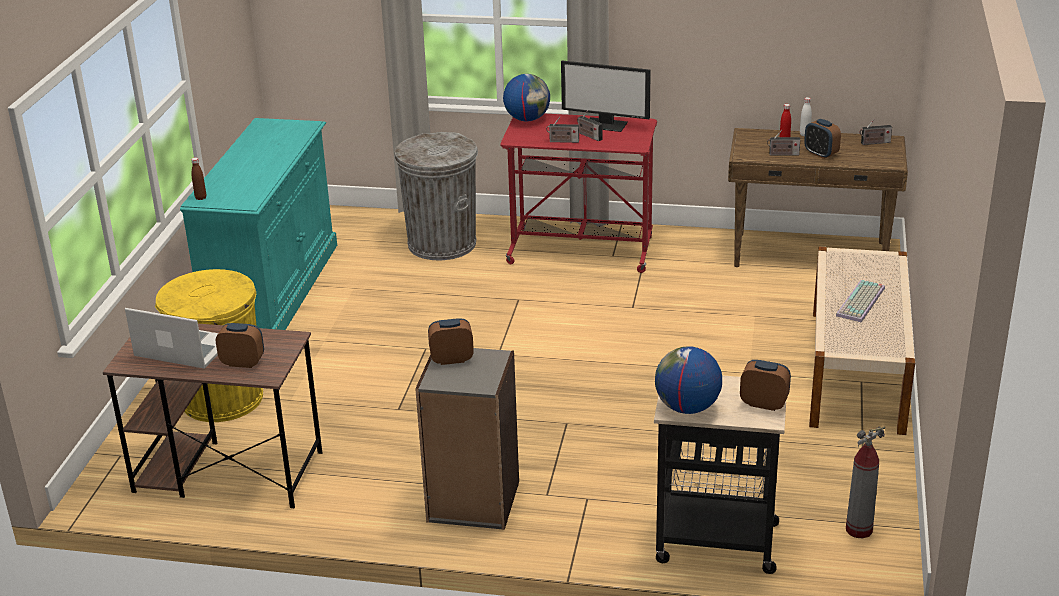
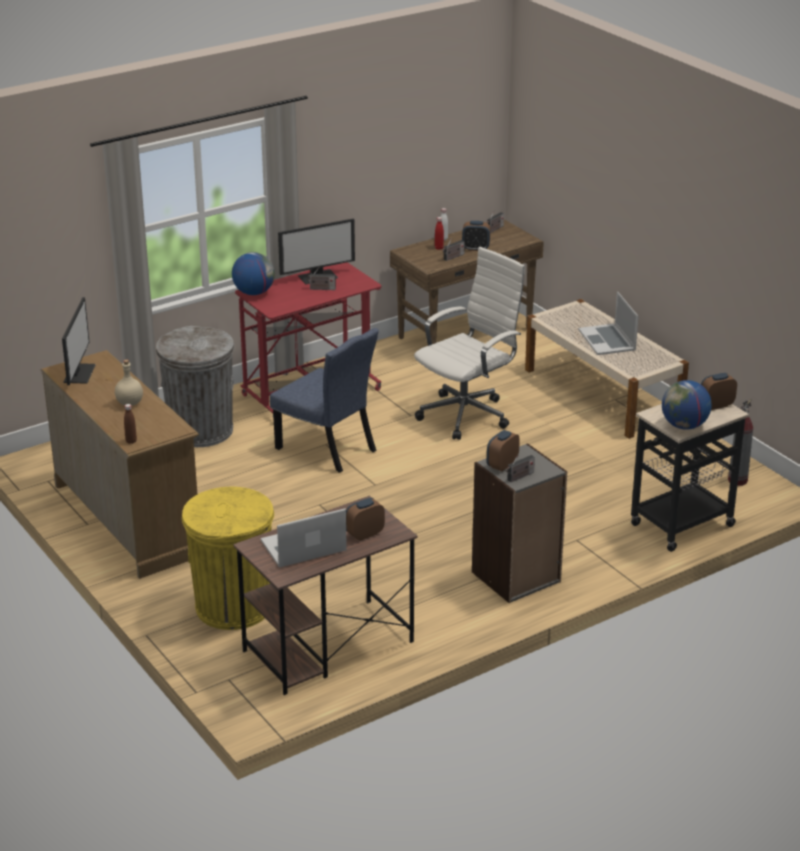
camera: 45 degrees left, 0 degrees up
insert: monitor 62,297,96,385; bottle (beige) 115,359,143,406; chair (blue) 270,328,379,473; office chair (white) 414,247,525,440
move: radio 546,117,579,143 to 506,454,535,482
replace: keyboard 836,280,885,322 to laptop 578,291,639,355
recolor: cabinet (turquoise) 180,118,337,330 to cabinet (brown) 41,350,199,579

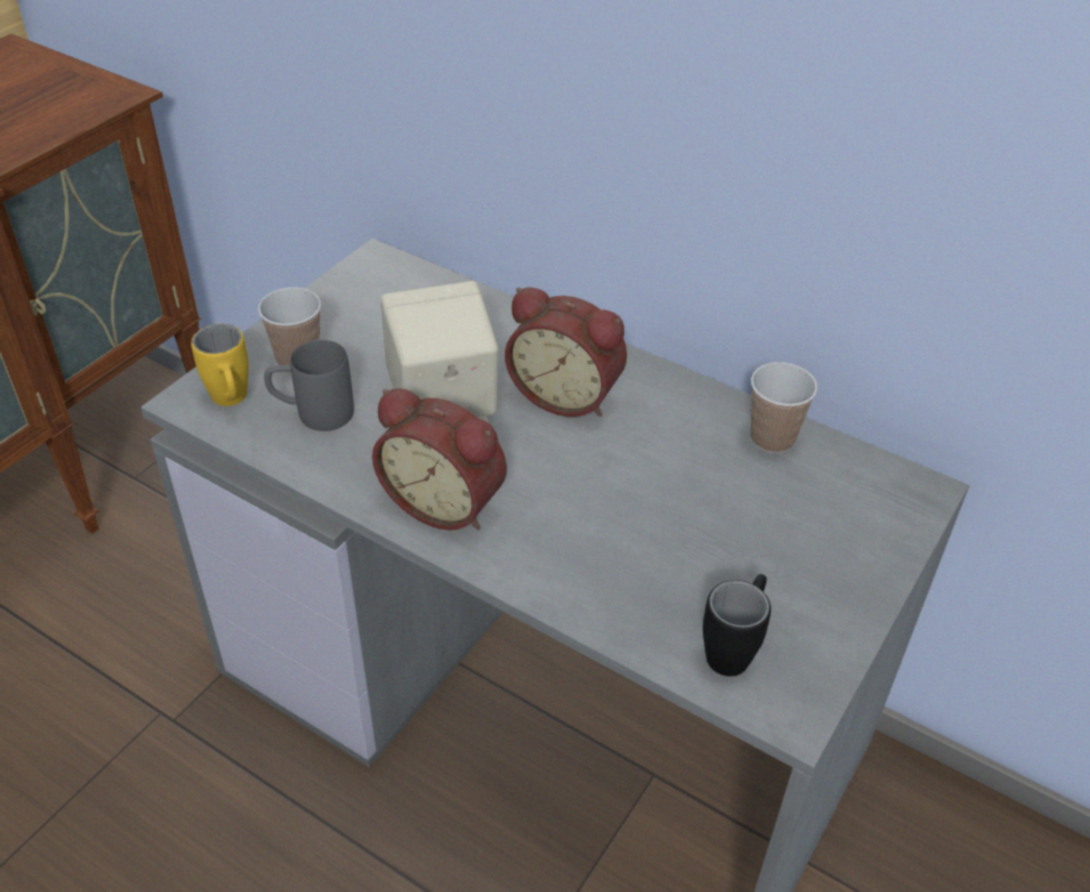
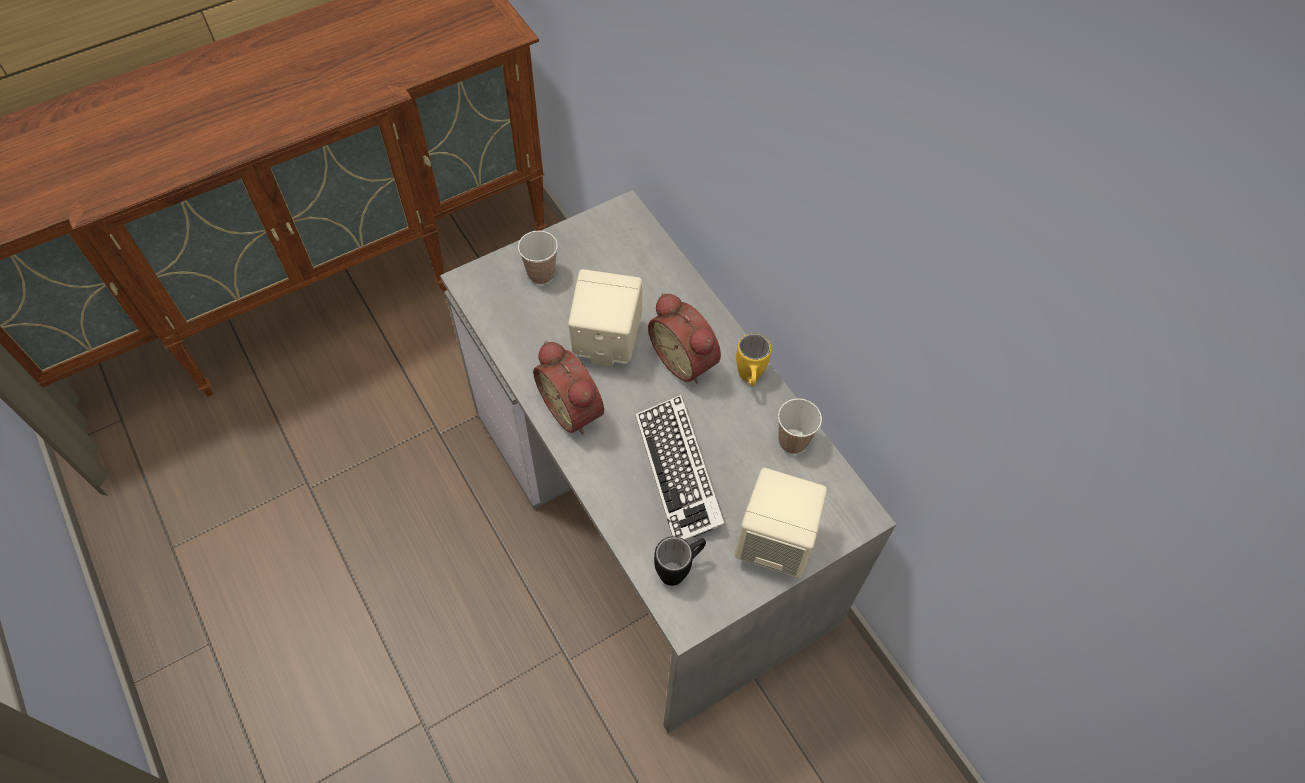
camera: 25 degrees right, 15 degrees up
delete: mug (grey) 264,340,354,431
insert: keyboard 636,395,726,541; speaker (beige) 734,468,827,578
move: mug (yellow) 191,324,249,406 to 736,333,771,386

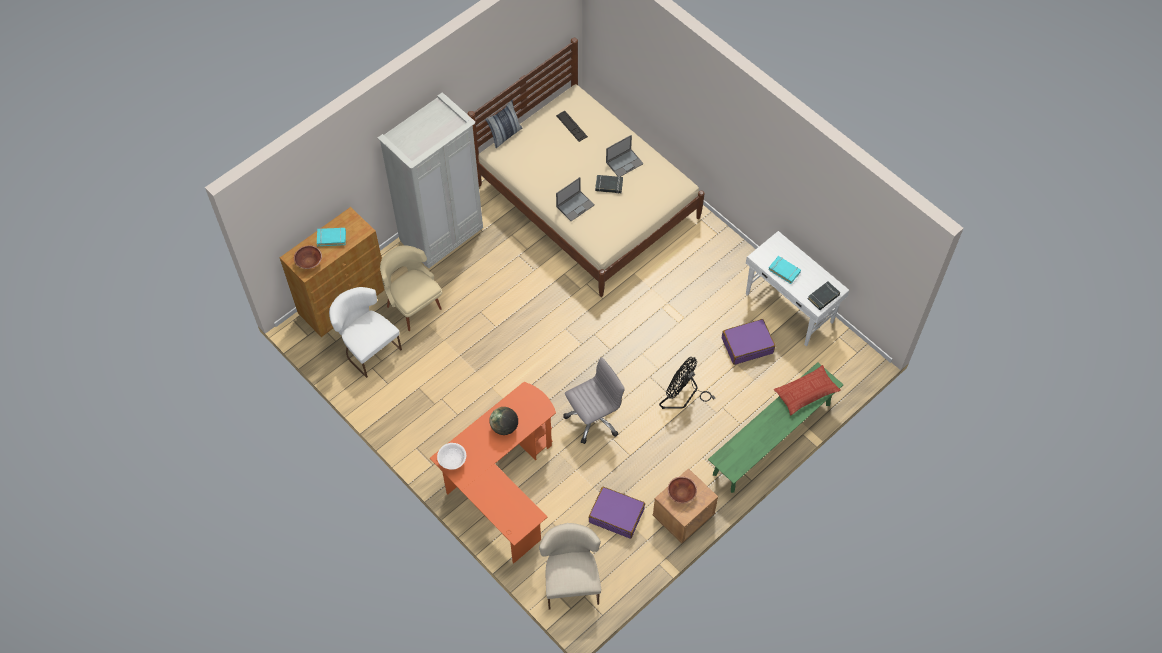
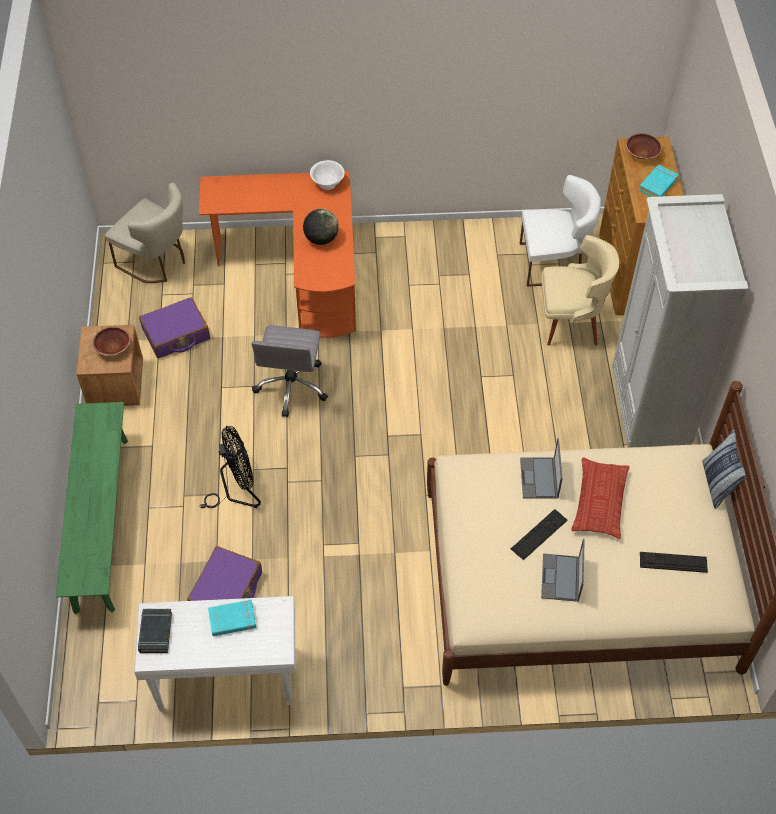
camera: 130 degrees right, 5 degrees down
move: pillow 774,365,841,415 to 571,457,630,539
replace: book (black) 595,175,623,193 to keyboard 511,509,568,560

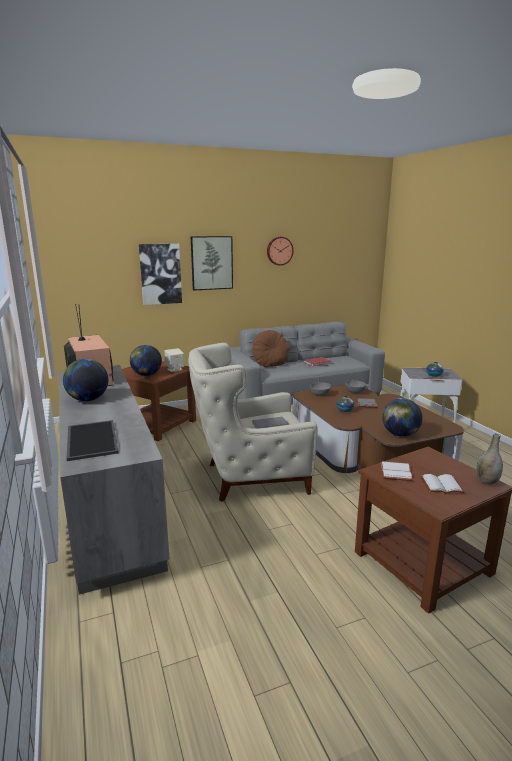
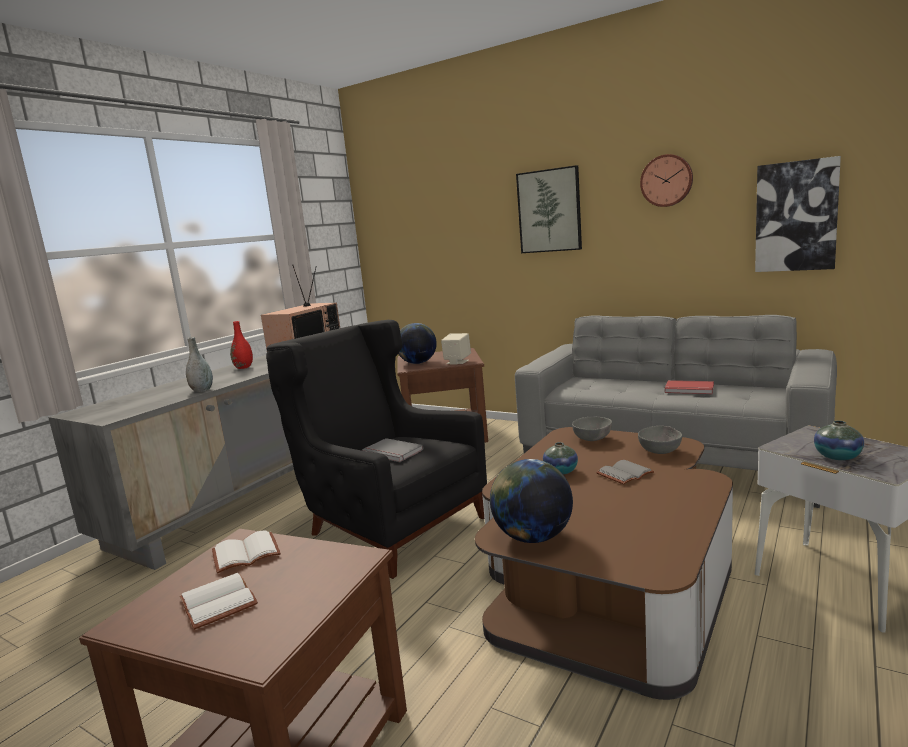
camera: 55 degrees right, 5 degrees down
delete: tray 67,420,119,461; pillow (brown) 252,330,290,367
move: picture 139,244,182,305 to 755,156,841,272; vase (grey) 476,433,503,485 to 186,337,213,392
replace: globe 63,359,108,401 to vase (red) 230,321,253,369
recolor: armchair (beige) 188,343,318,502 to armchair (black) 266,320,487,579

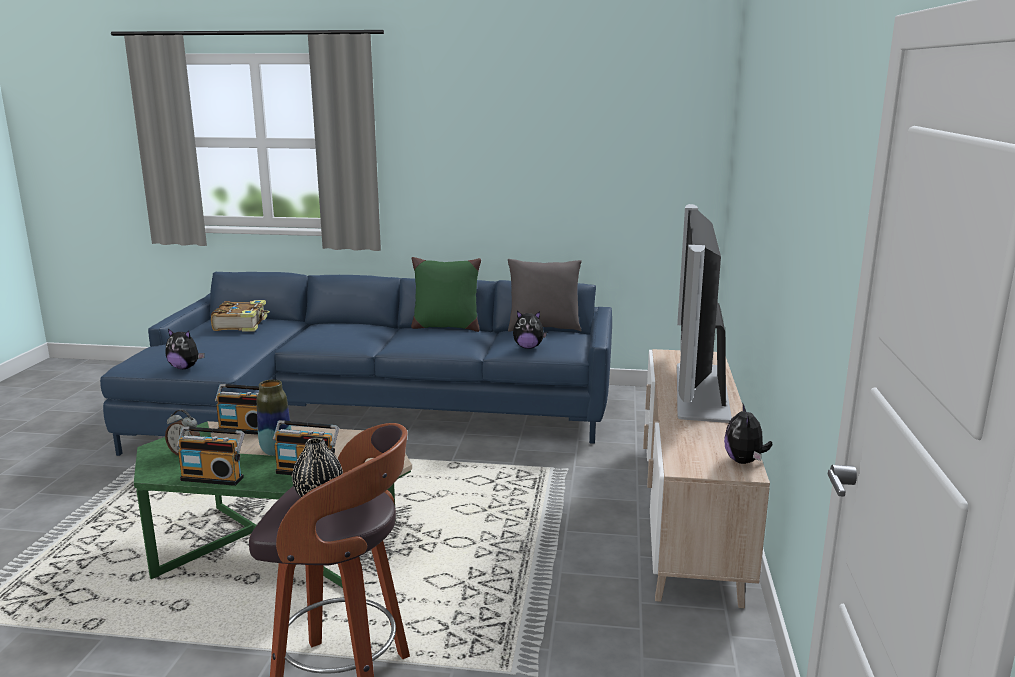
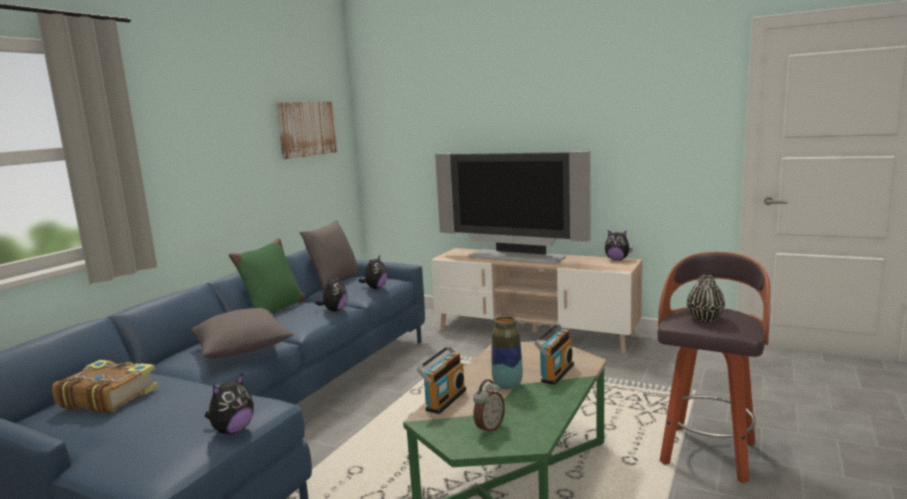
camera: 70 degrees left, 5 degrees down
delete: radio 177,426,245,486
insert: pillow (grey) 191,308,294,358; picture 276,101,338,159; plush toy 315,274,348,312

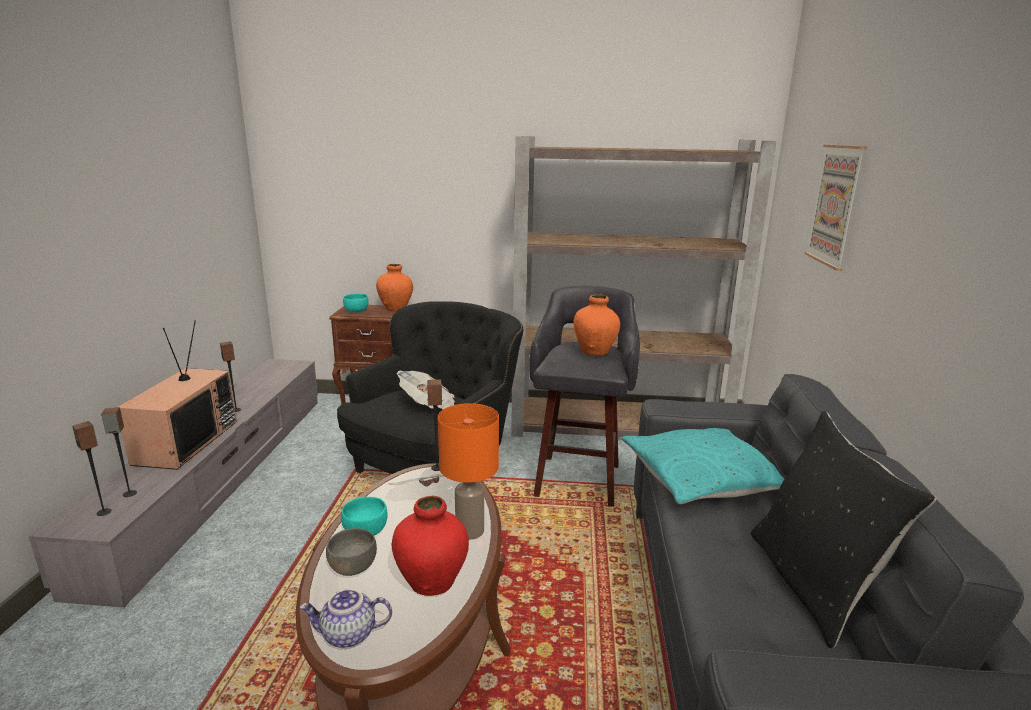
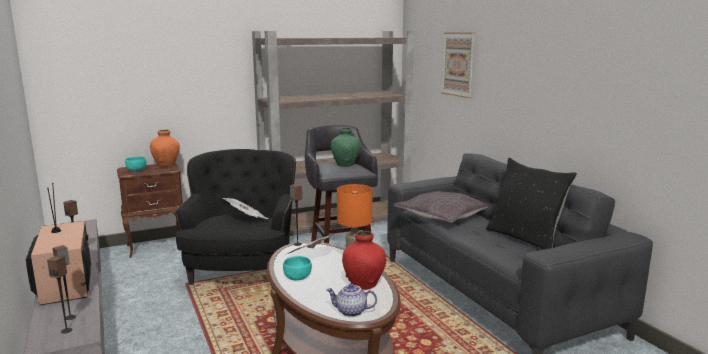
camera: 30 degrees left, 5 degrees down
delete: bowl (grey) 326,528,377,576
recolor: vase (orange) 573,295,620,356 to vase (green) 331,128,360,167; pillow (turquoise) 622,428,784,504 to pillow (grey) 394,191,489,223
rotate: teapot 300,589,392,649 = 326,283,377,317 45 degrees clockwise

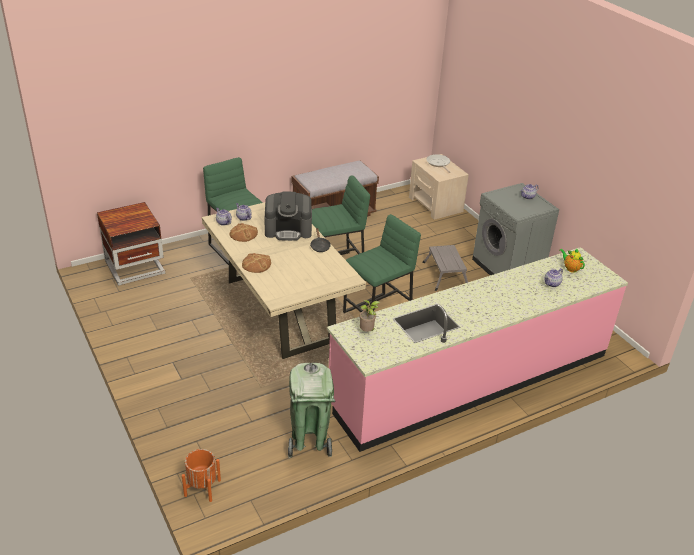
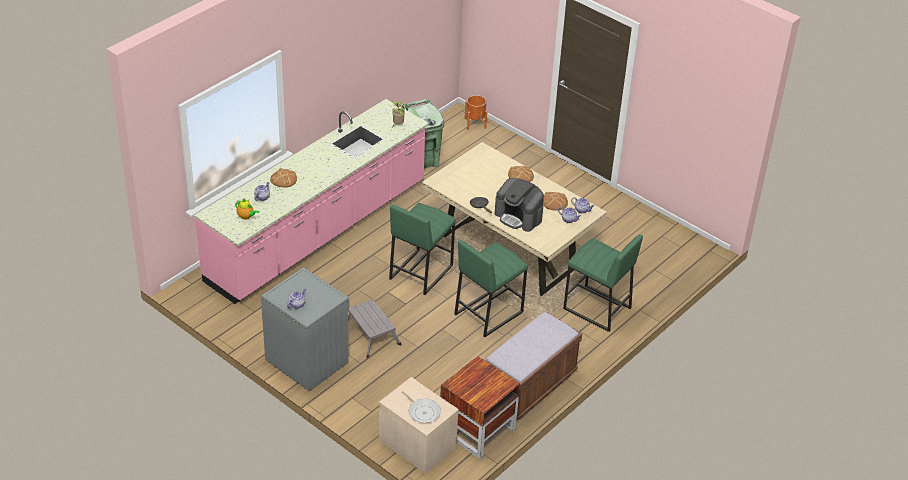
camera: 160 degrees right, 5 degrees up
insert: bread 270,168,297,187
move: nightstand 97,202,165,286 to 440,356,520,459
rotate: coffee machine 264,191,312,241 = 495,178,544,232 120 degrees counterclockwise

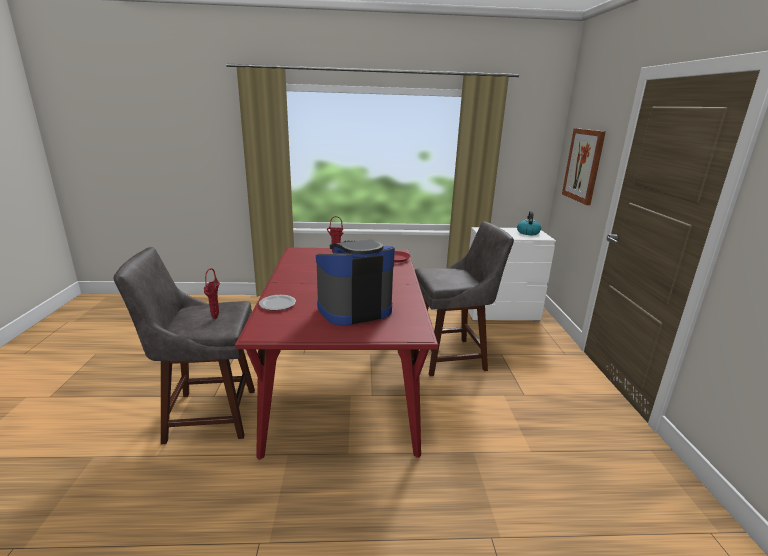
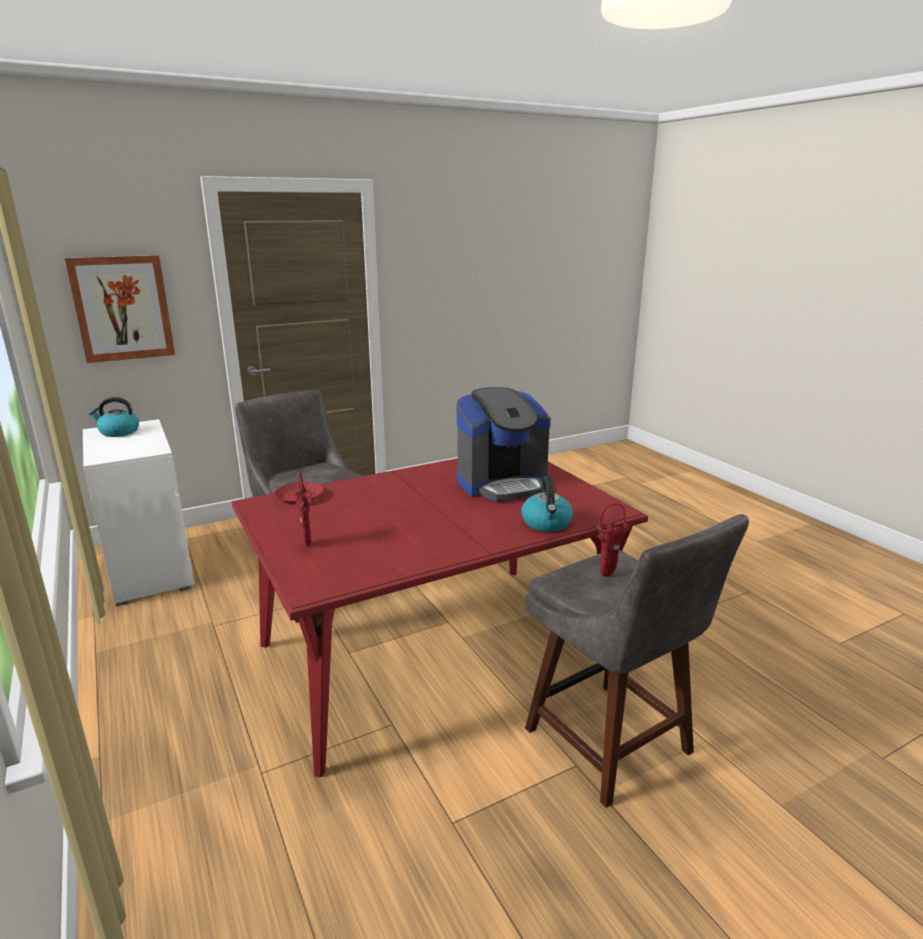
camera: 115 degrees left, 0 degrees up
replace: plate 259,295,296,310 to kettle 521,476,573,532
rotate: coffee machine 316,239,395,326 = 457,387,551,502 60 degrees counterclockwise

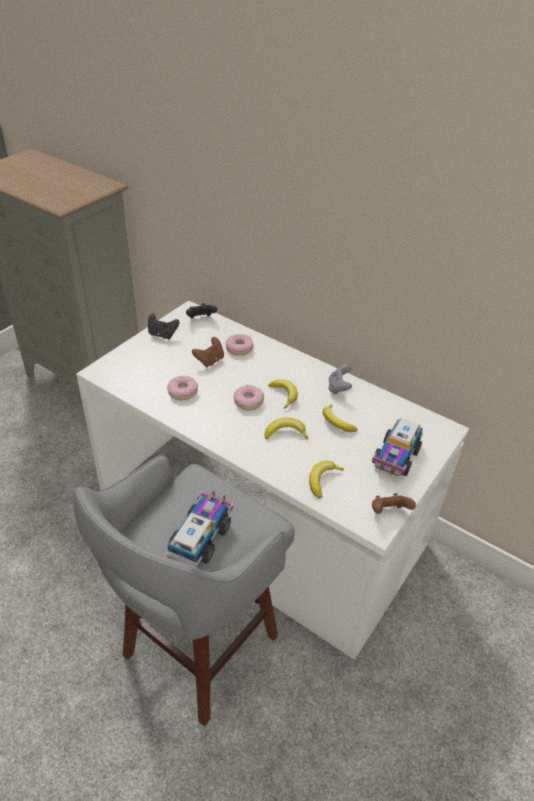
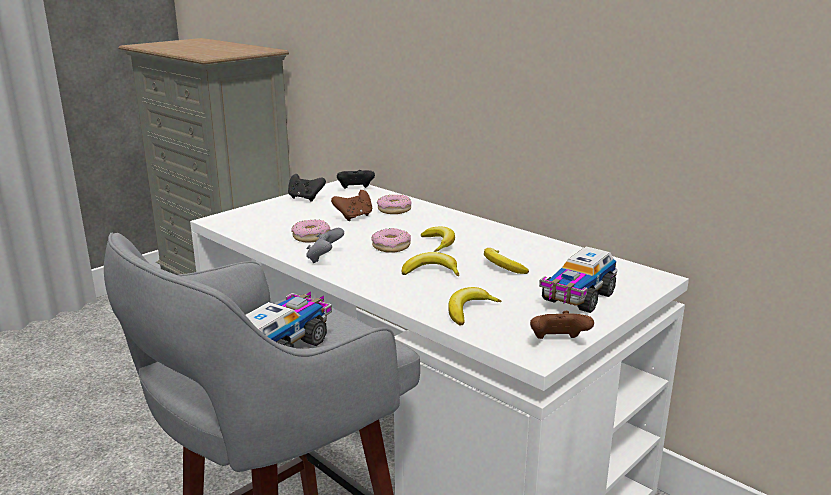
camera: 10 degrees right, 20 degrees down
move: game controller (grey) 328,365,352,395 to 306,228,344,263

